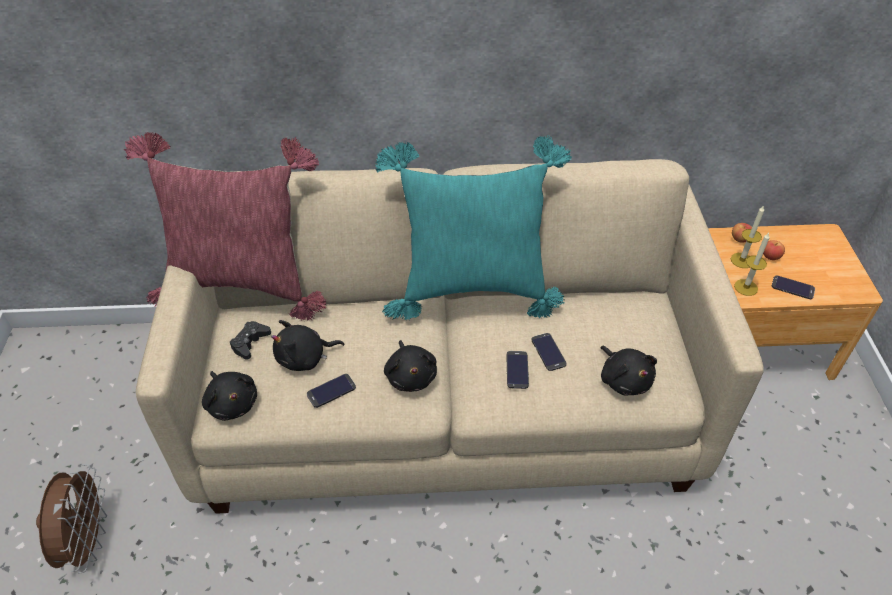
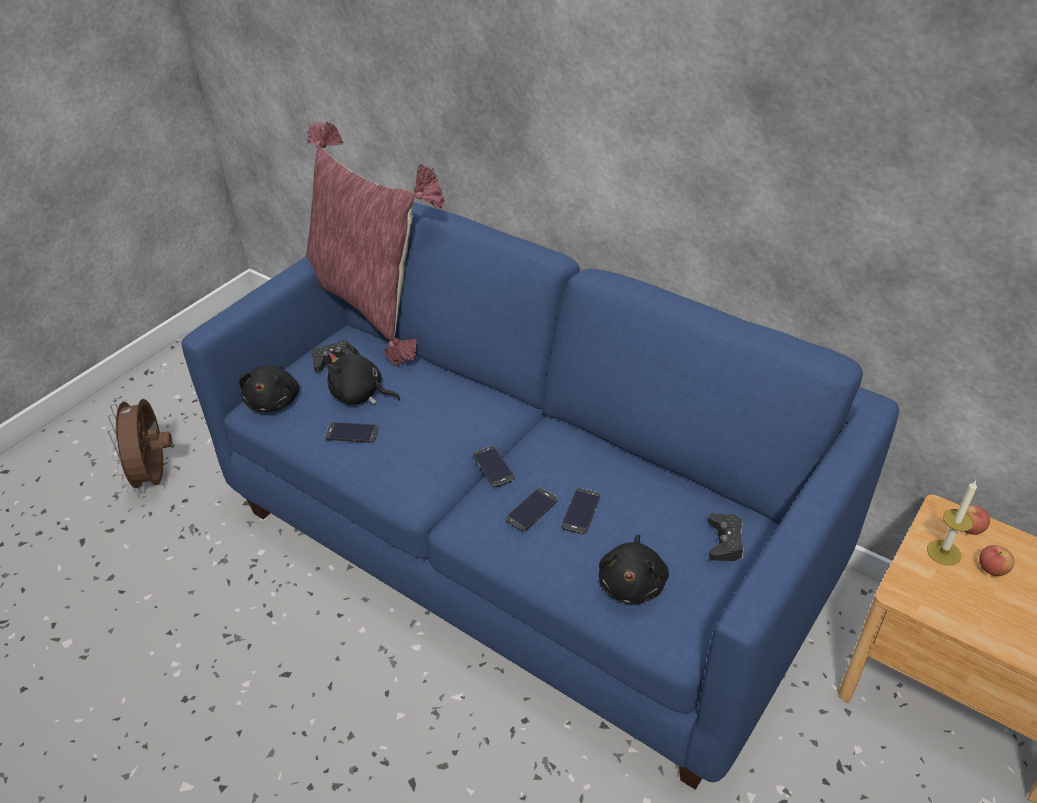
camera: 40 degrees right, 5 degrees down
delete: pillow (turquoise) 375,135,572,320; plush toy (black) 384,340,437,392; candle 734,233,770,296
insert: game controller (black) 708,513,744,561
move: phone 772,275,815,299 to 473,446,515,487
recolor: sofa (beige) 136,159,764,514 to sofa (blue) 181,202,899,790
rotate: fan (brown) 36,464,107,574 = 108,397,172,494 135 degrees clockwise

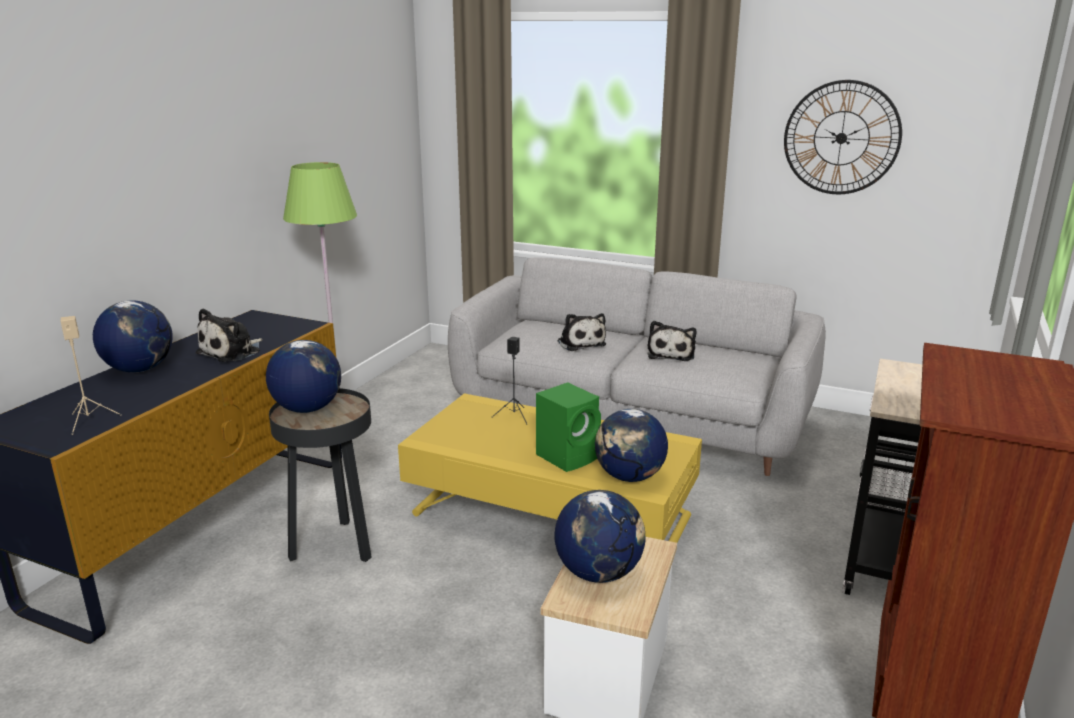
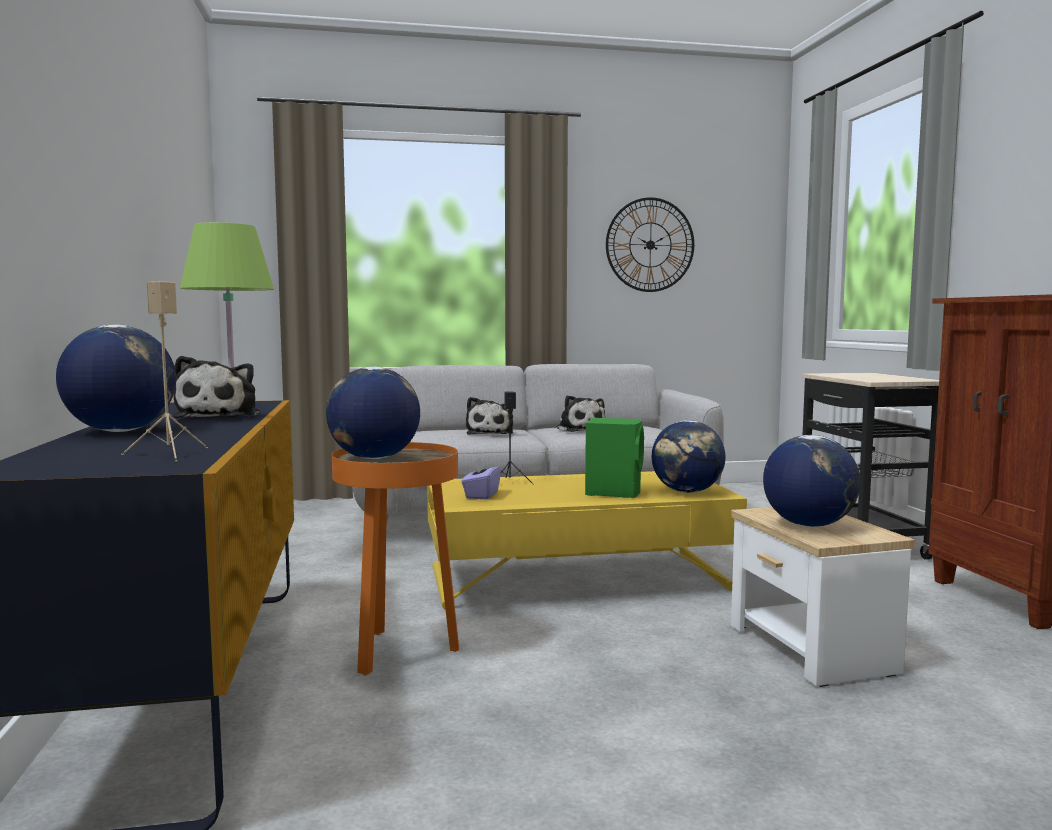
camera: 35 degrees left, 15 degrees down
insert: tissue box (purple) 461,458,501,499
recolor: side table (black) 269,388,372,562 to side table (orange) 332,442,459,675
rotate: plush toy 557,313,606,351 = 466,397,513,435 60 degrees clockwise

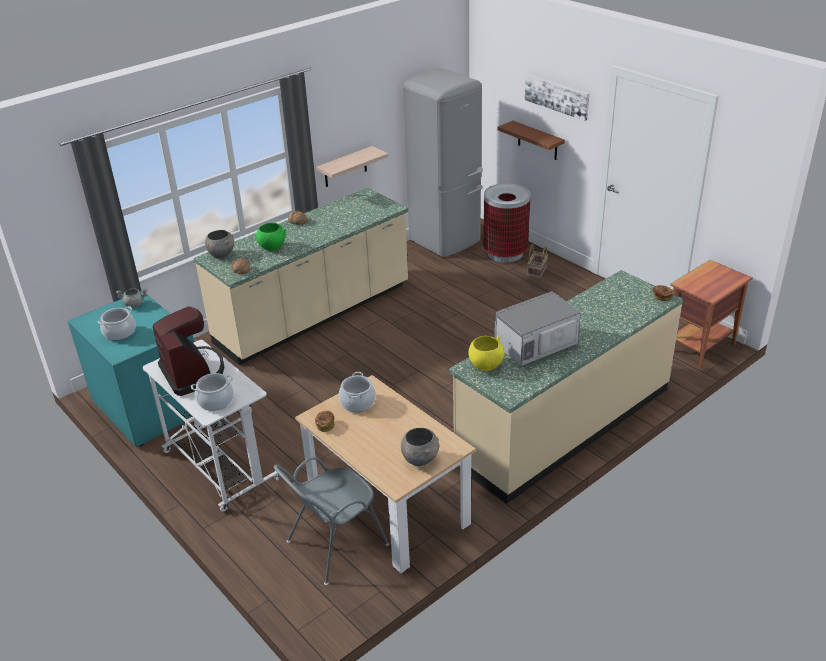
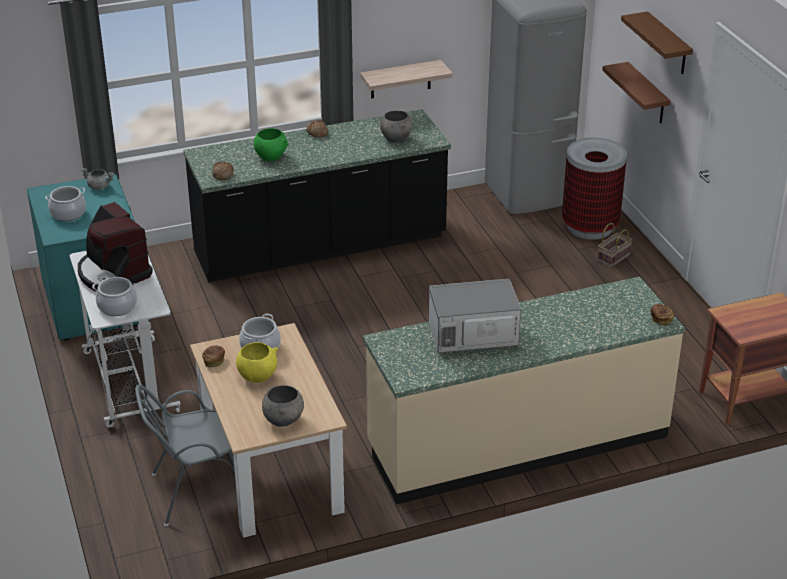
camera: 20 degrees right, 0 degrees up
move: bowl (grey) 205,230,234,258 to 380,111,413,142; bowl (yellow) 469,336,504,371 to 236,342,278,383
replace: picture 525,74,589,121 to shelf (brown) 621,11,693,74
recolor: counter (beige) 194,188,408,365 to counter (black) 183,109,451,282
rotate: coffee machine 153,307,224,396 = 78,202,153,291 150 degrees clockwise

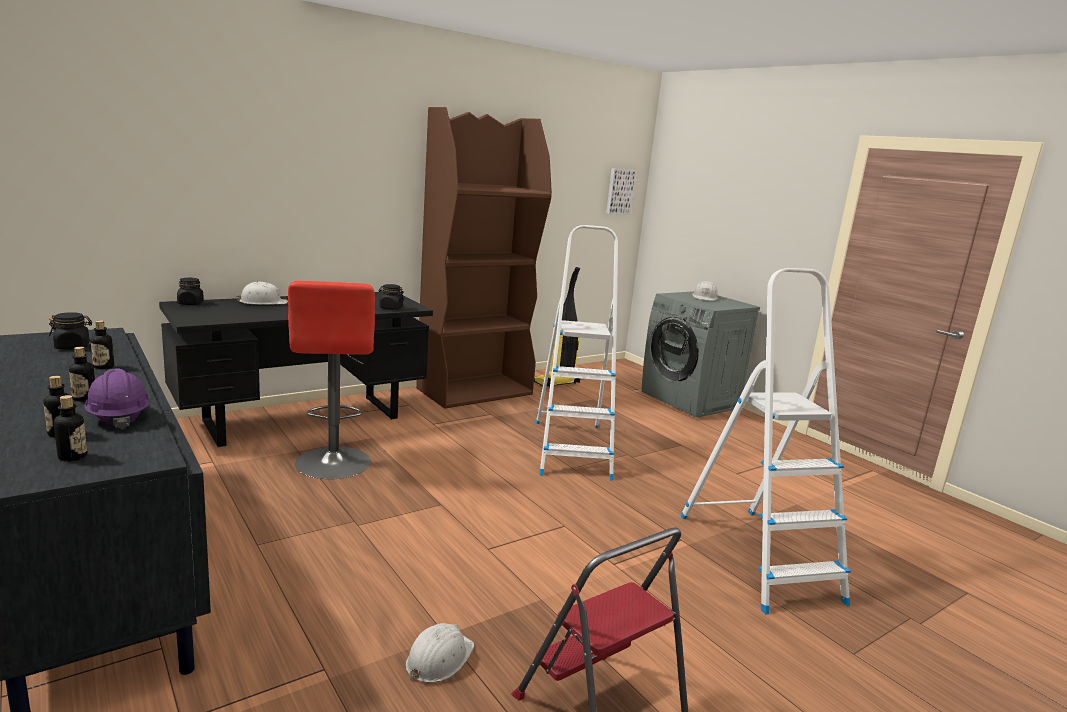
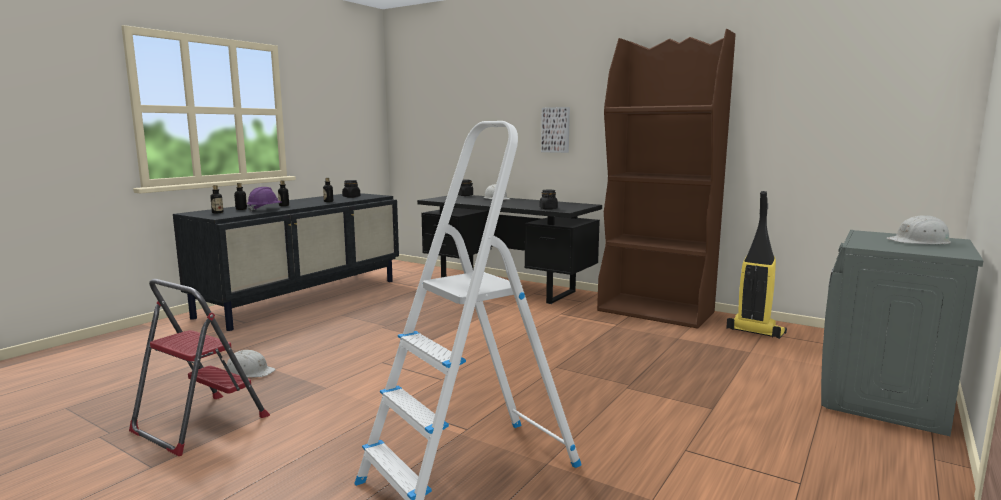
camera: 70 degrees right, 5 degrees down
delete: stool (red) 288,281,375,479; step ladder (white) 536,225,618,480
move: picture 606,169,636,215 to 541,107,570,153

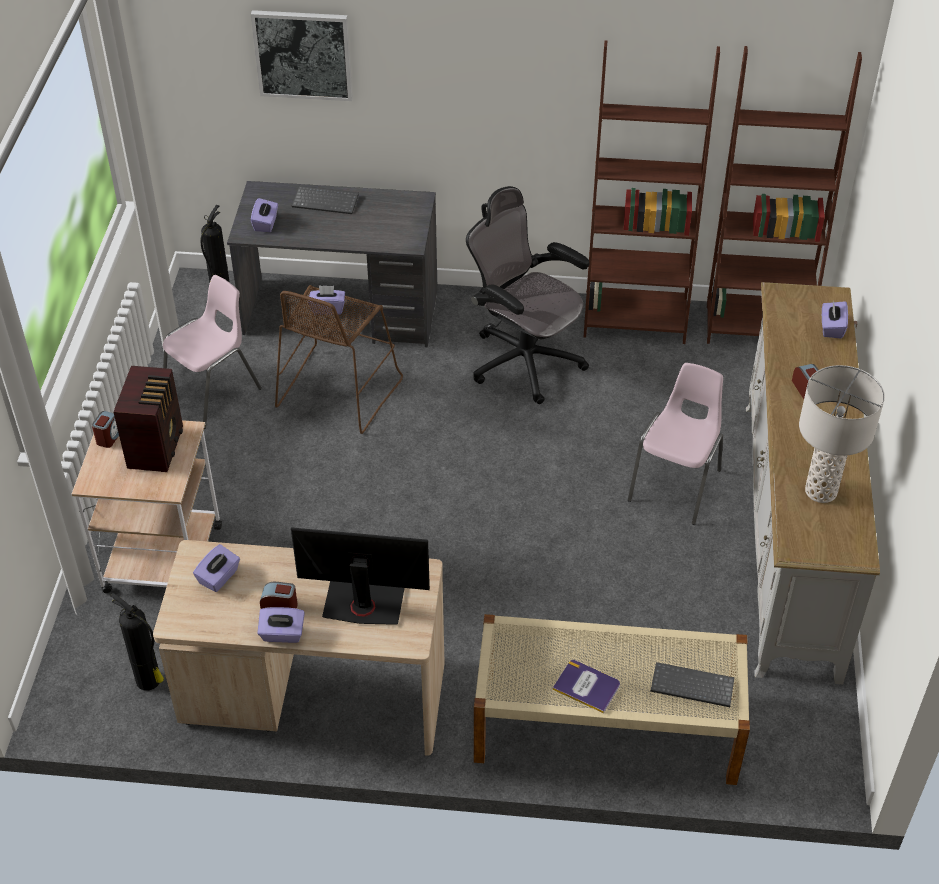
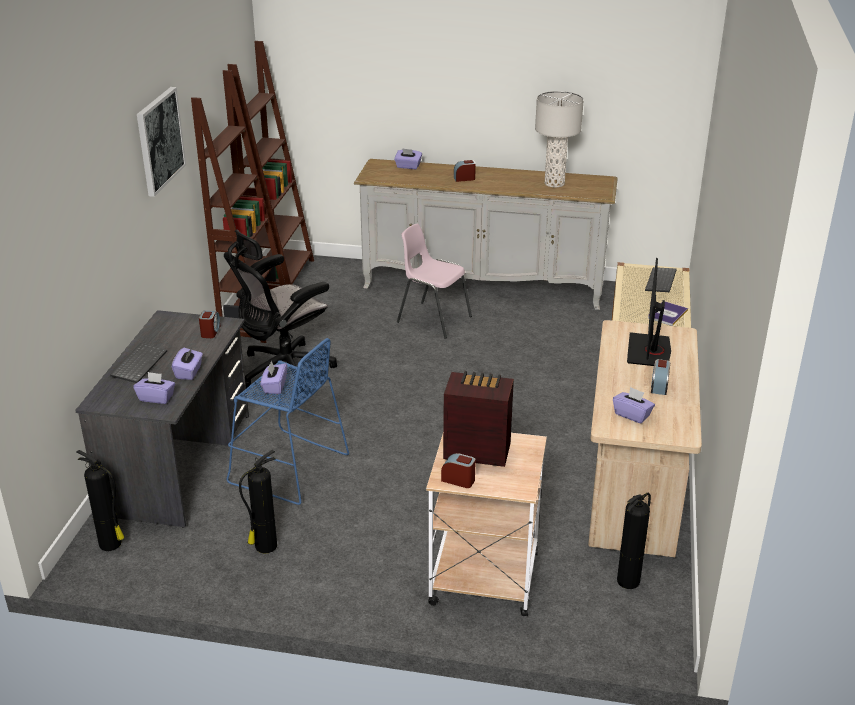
camera: 85 degrees left, 15 degrees down
insert: alarm clock 199,311,220,338
move: picture 251,10,353,101 to 137,87,186,197; tissue box (purple) 257,607,305,643 to 172,346,203,380
replace: chair (pink) 163,275,262,429 to fire extinguisher 239,450,277,554
recolor: stool (brown) 275,285,403,434 to stool (blue) 226,338,349,505

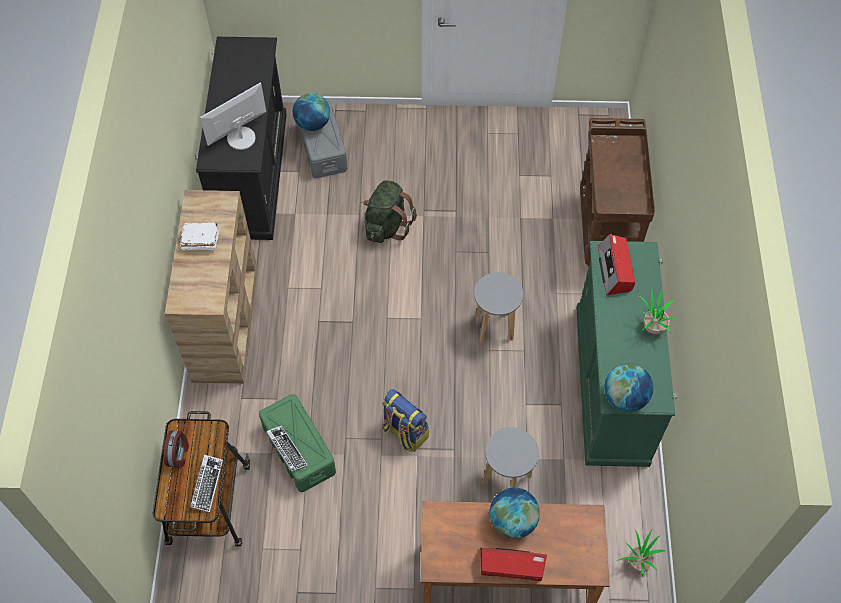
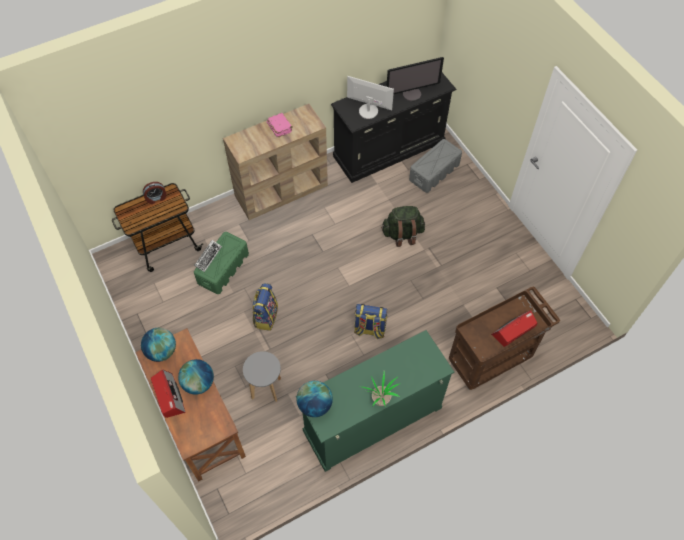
camera: 60 degrees right, 0 degrees up
delete: keyboard 190,455,223,513; potted plant 617,528,666,576
insert: monitor 386,57,444,101
move: globe 293,93,330,131 to 141,328,176,362; radio 598,234,635,295 to 491,310,537,347
replace: stool (grey) 474,272,523,343 to backpack 354,304,388,340
recolor: book (white) 180,223,219,250 to book (pink) 267,113,293,137

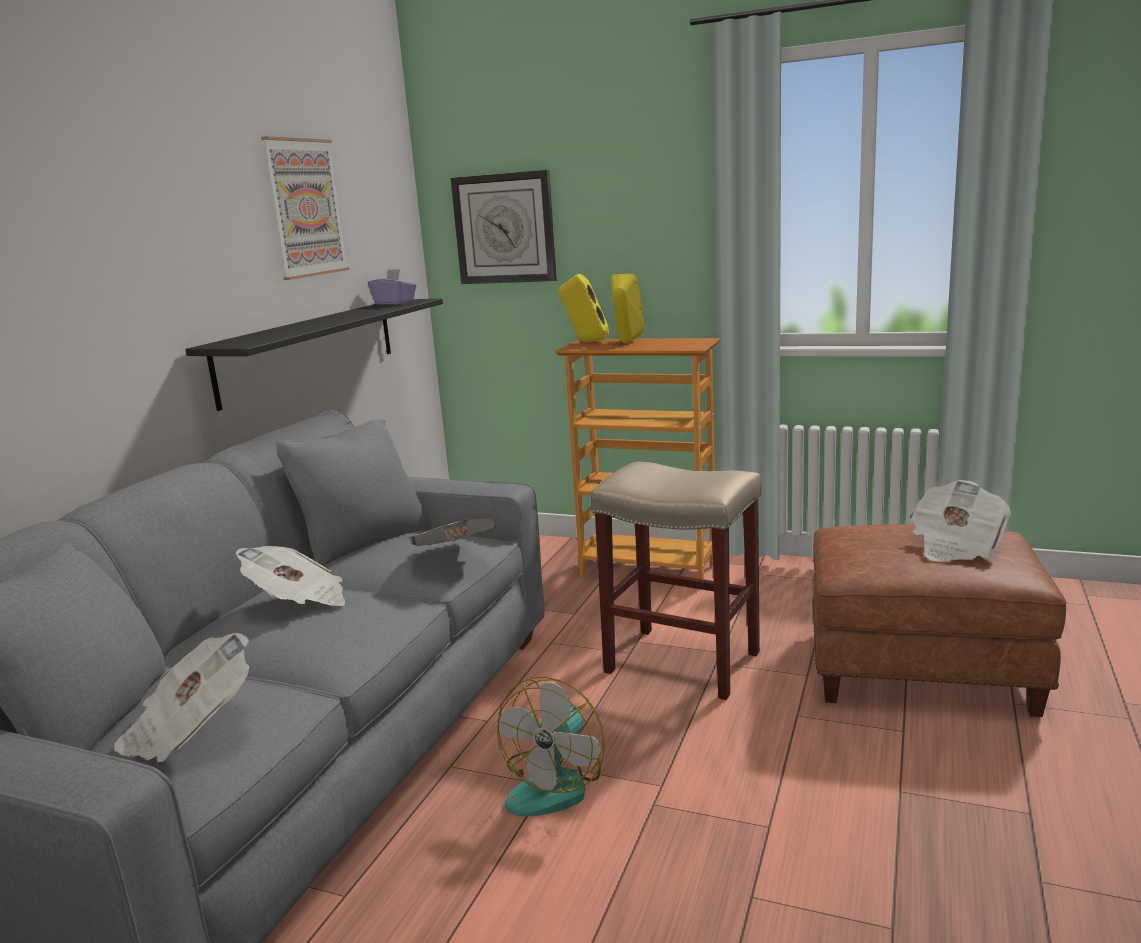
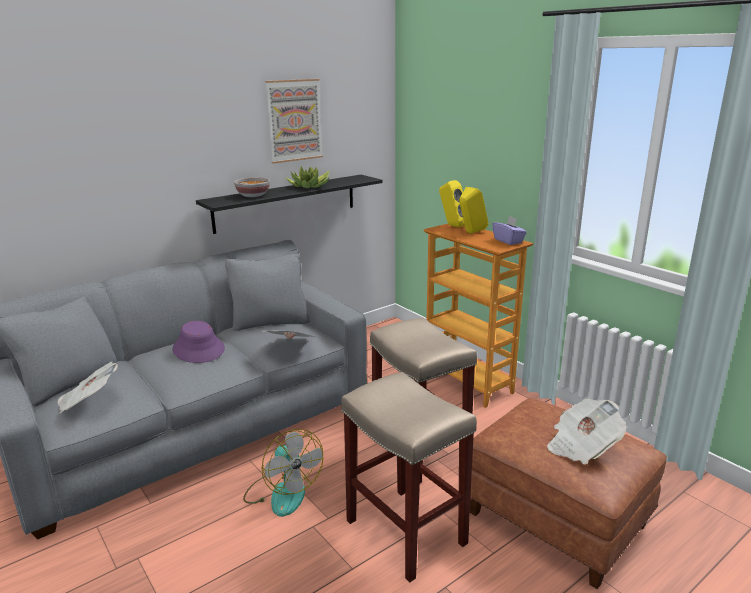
camera: 30 degrees right, 5 degrees up
delete: wall clock 451,170,557,284
insert: bowl 234,177,270,197; potted plant 286,166,330,188; stool (beige) 341,372,477,583
move: tissue box (purple) 368,269,417,305 to 492,216,527,245
replace: newspaper 236,546,345,606 to hat (purple) 173,321,225,363
rotate: fan 497,677,604,816 = 243,429,323,517 90 degrees counterclockwise

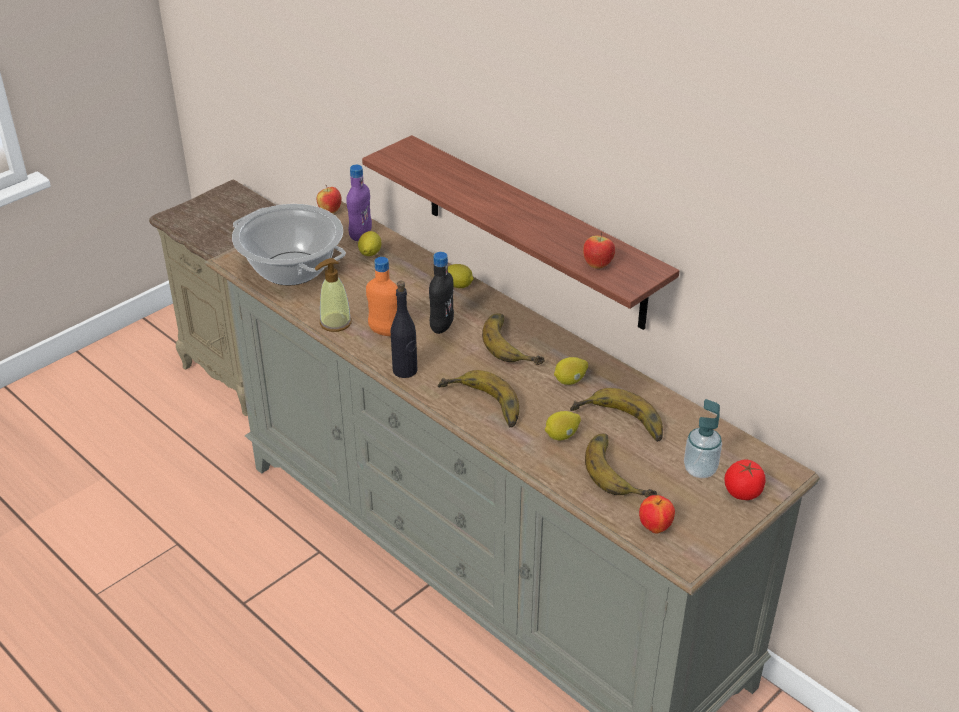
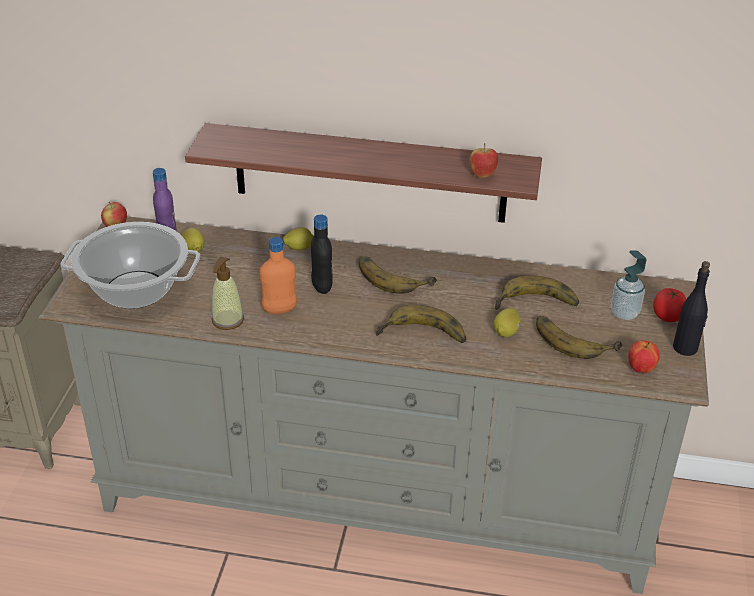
camera: 35 degrees left, 0 degrees up
delete: lemon 554,357,588,385
move: bottle (black) 391,281,417,378 to 673,261,710,356

